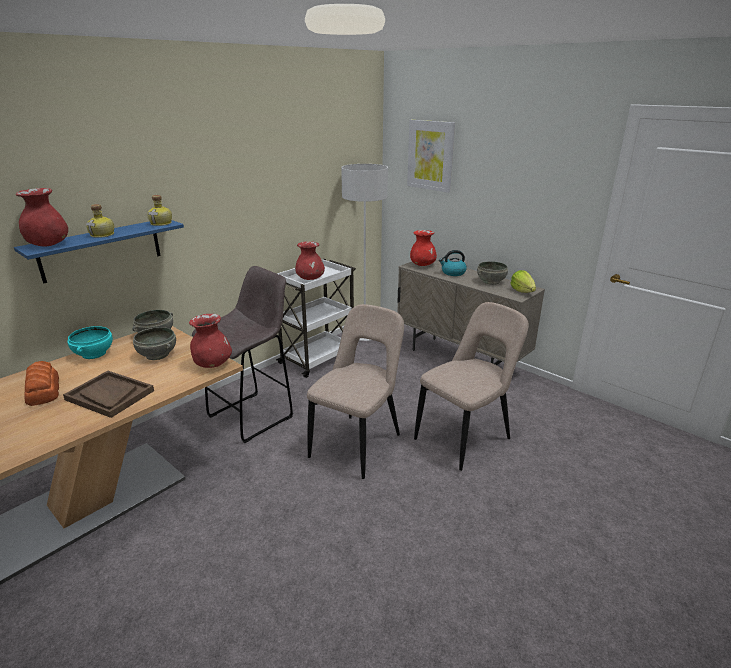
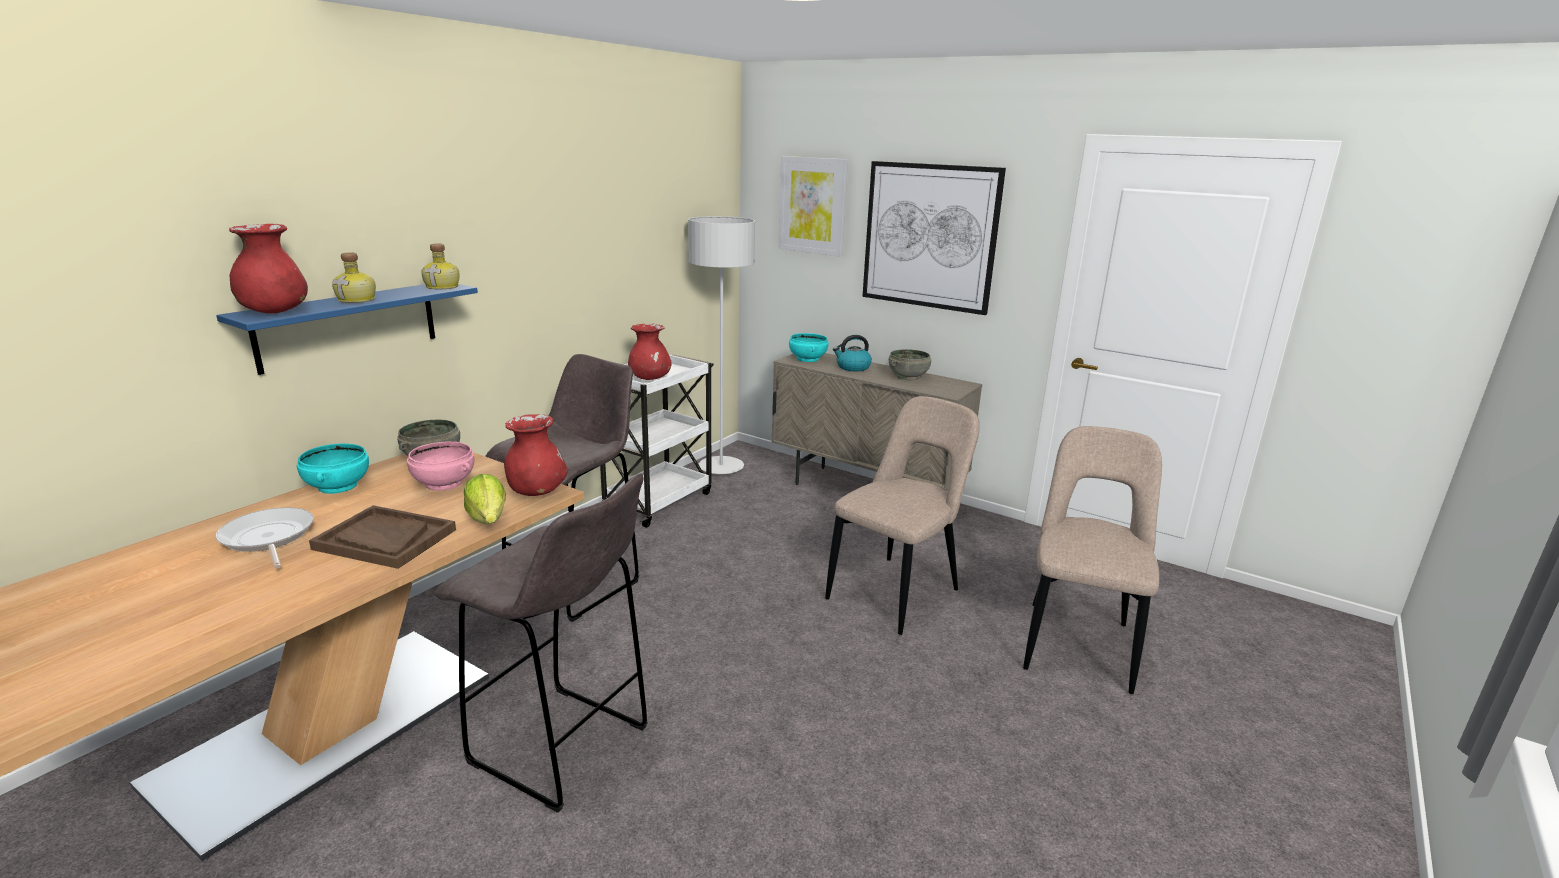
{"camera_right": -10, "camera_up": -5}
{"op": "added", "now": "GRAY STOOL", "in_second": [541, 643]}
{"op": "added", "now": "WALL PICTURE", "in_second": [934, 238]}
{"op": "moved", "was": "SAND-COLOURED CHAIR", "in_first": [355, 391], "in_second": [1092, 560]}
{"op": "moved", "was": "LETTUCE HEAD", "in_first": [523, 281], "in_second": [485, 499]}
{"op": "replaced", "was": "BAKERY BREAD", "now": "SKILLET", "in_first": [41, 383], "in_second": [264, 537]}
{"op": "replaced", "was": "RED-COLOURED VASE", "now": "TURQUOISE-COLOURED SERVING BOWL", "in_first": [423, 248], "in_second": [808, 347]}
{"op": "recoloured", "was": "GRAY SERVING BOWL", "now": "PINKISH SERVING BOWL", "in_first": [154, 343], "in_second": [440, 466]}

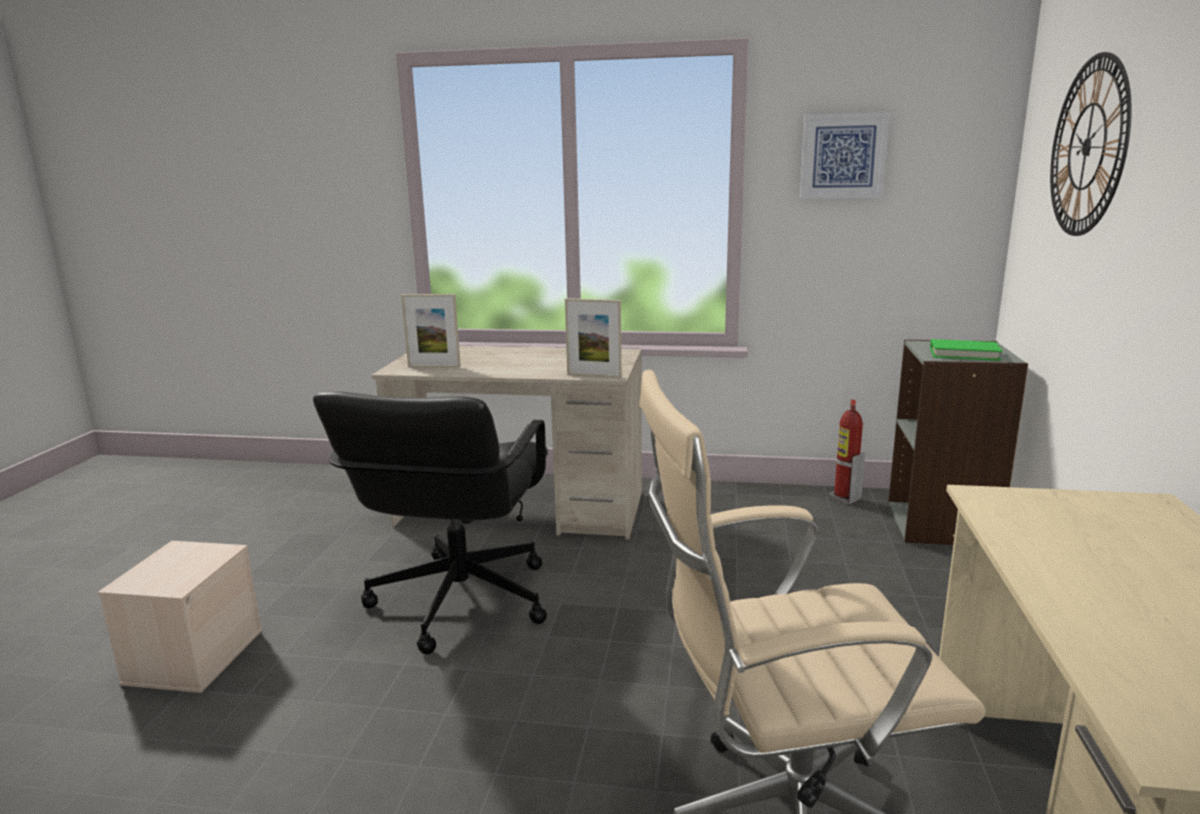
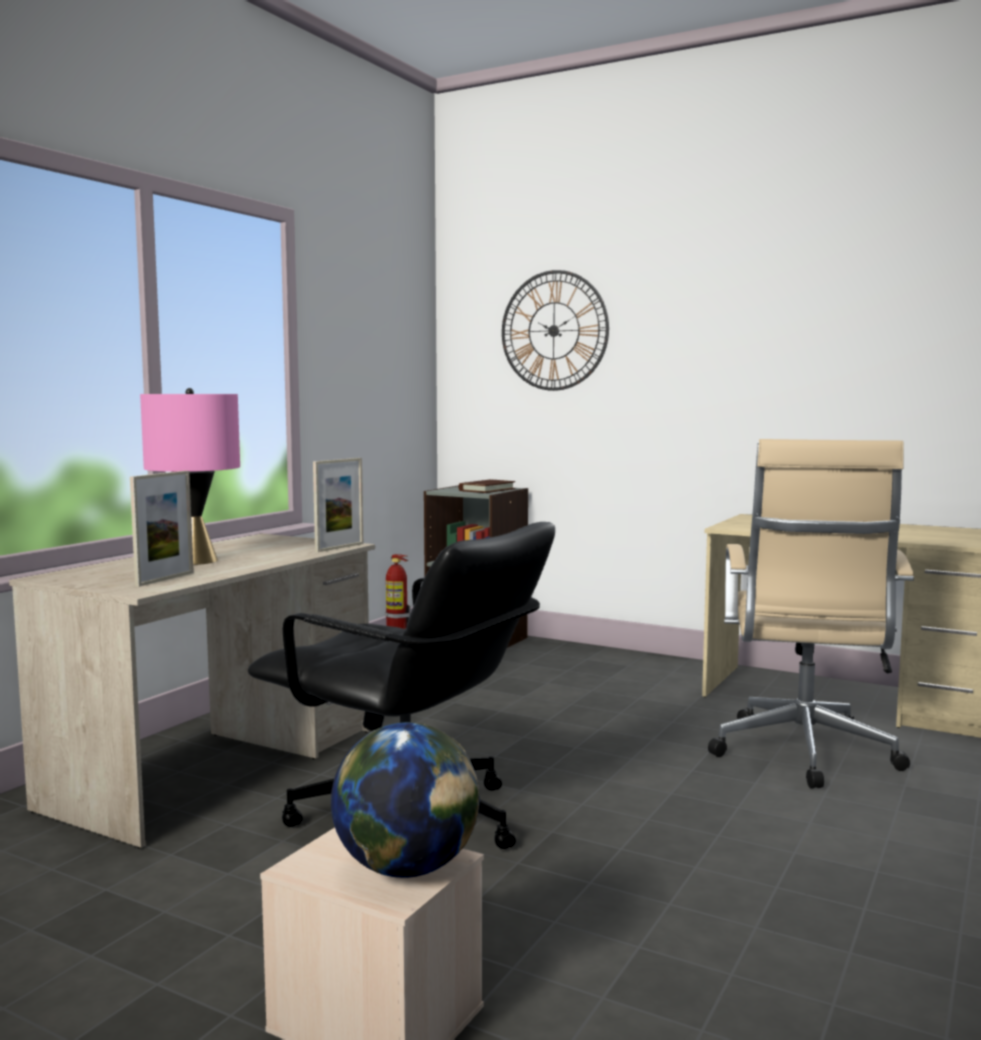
{"camera_right": -70, "camera_up": -10}
{"op": "removed", "was": "WALL PICTURE", "in_first": [845, 155]}
{"op": "added", "now": "PINKISH TABLETOP LAMP", "in_second": [190, 476]}
{"op": "added", "now": "DESK GLOBE", "in_second": [405, 800]}
{"op": "recoloured", "was": "GREEN-COLOURED VOLUME", "now": "BROWNISH VOLUME", "in_first": [966, 350], "in_second": [487, 486]}

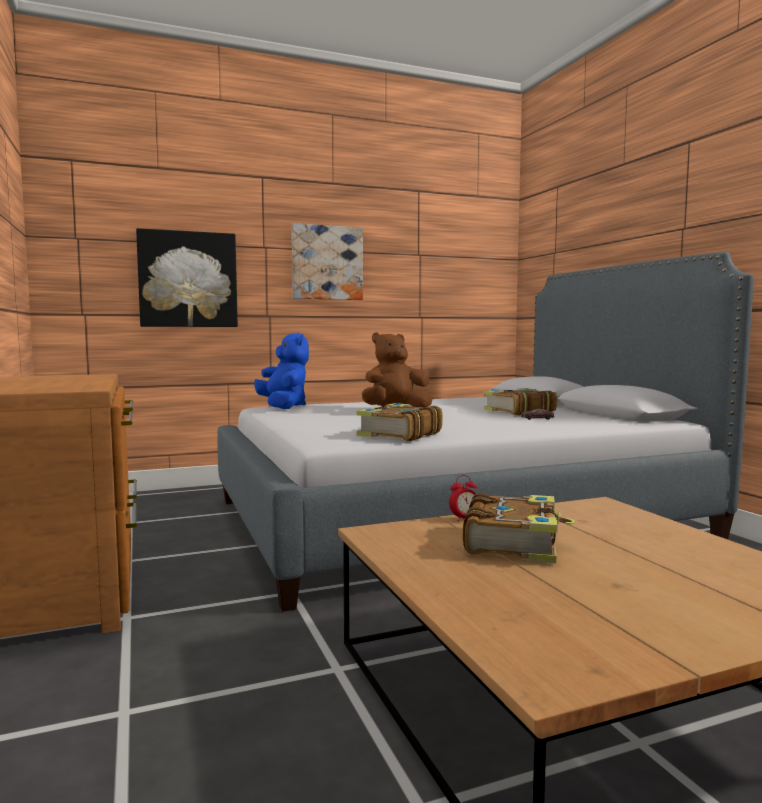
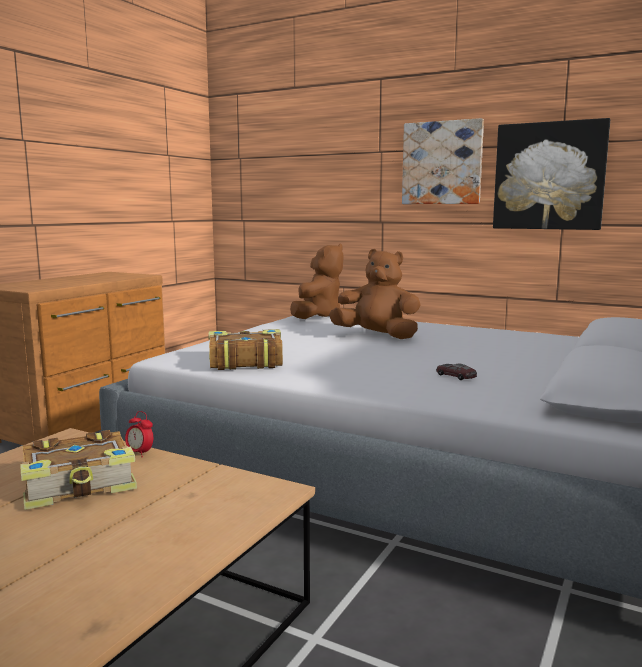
{"camera_right": 50, "camera_up": 5}
{"op": "removed", "was": "VOLUME", "in_first": [520, 402]}
{"op": "moved", "was": "WALL PICTURE", "in_first": [187, 277], "in_second": [551, 174]}
{"op": "recoloured", "was": "BLUISH CUDDLY TOY", "now": "BROWNISH CUDDLY TOY", "in_first": [281, 370], "in_second": [316, 281]}

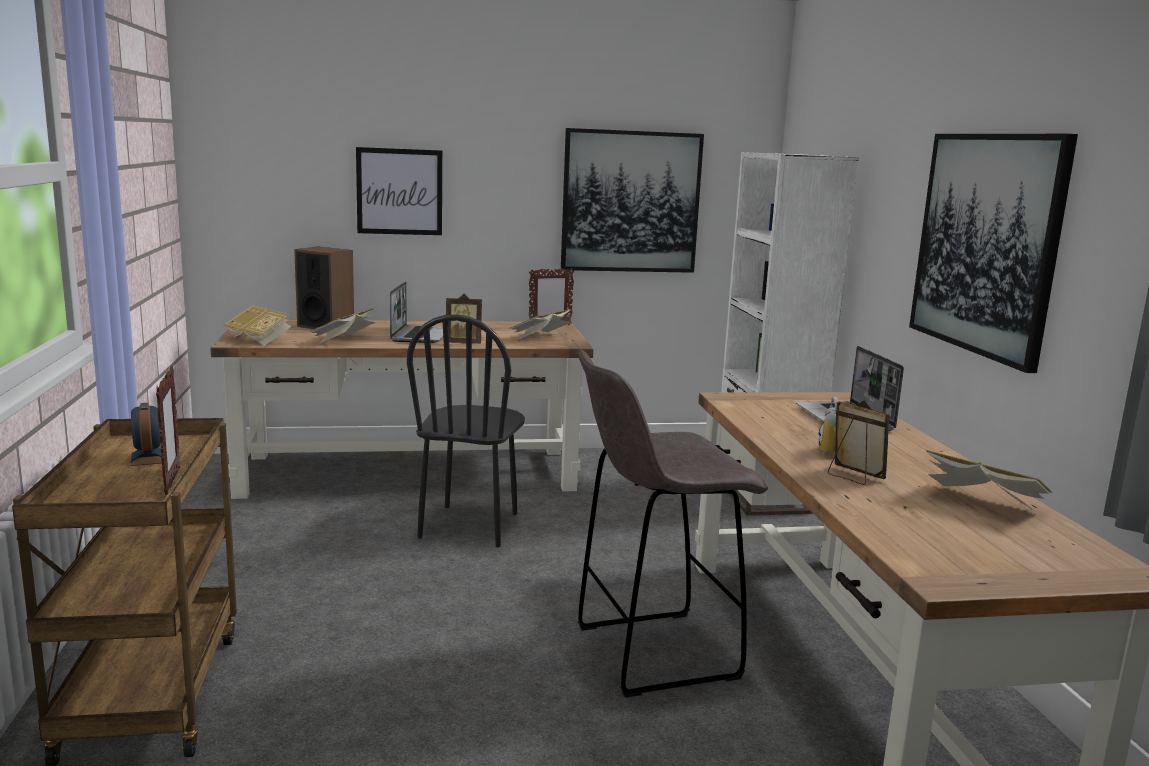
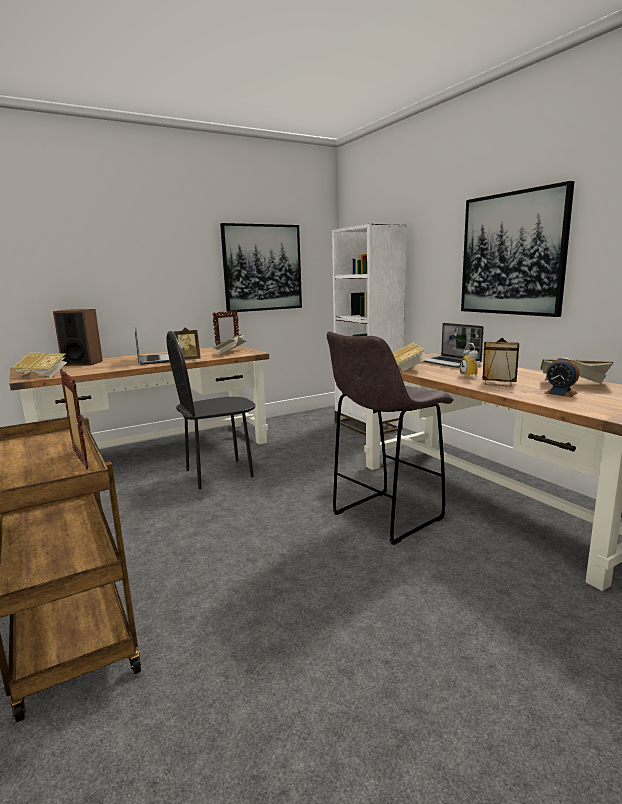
{"camera_right": -20, "camera_up": 0}
{"op": "removed", "was": "WALL PICTURE", "in_first": [399, 191]}
{"op": "moved", "was": "TABLE CLOCK", "in_first": [146, 434], "in_second": [562, 377]}
{"op": "moved", "was": "VOLUME", "in_first": [343, 326], "in_second": [410, 357]}
{"op": "turned", "was": "BLACK-COLOURED CHAIR", "in_first": [466, 430], "in_second": [211, 410], "clockwise": 75}

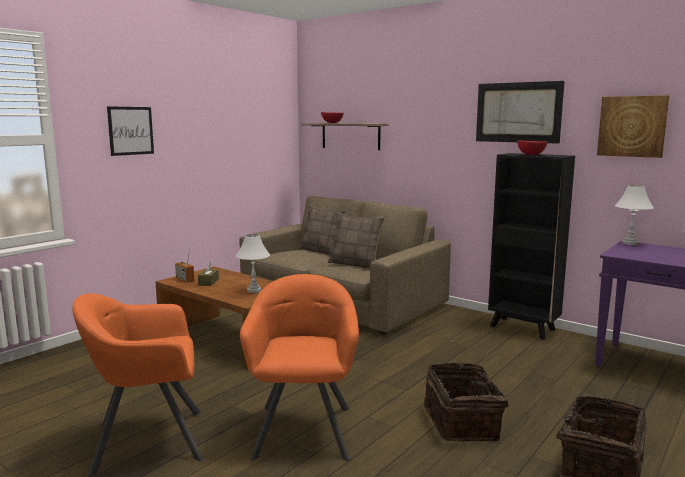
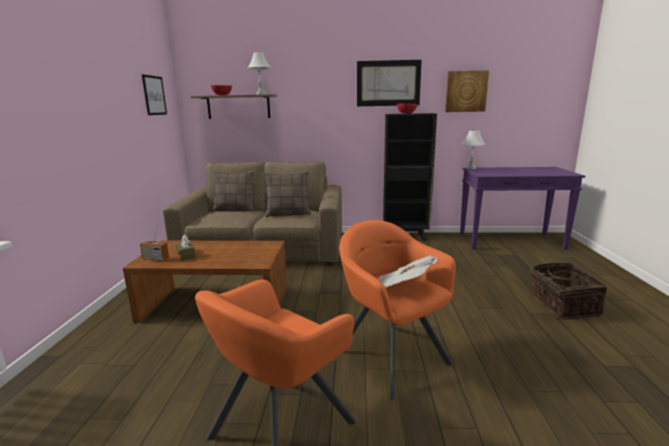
{"camera_right": -35, "camera_up": 5}
{"op": "removed", "was": "HOUSEHOLD BASKET", "in_first": [466, 401]}
{"op": "added", "now": "NEWSPAPER", "in_second": [407, 271]}
{"op": "moved", "was": "WALL PICTURE", "in_first": [130, 131], "in_second": [154, 94]}
{"op": "moved", "was": "WHITISH TABLETOP LAMP", "in_first": [252, 263], "in_second": [259, 73]}

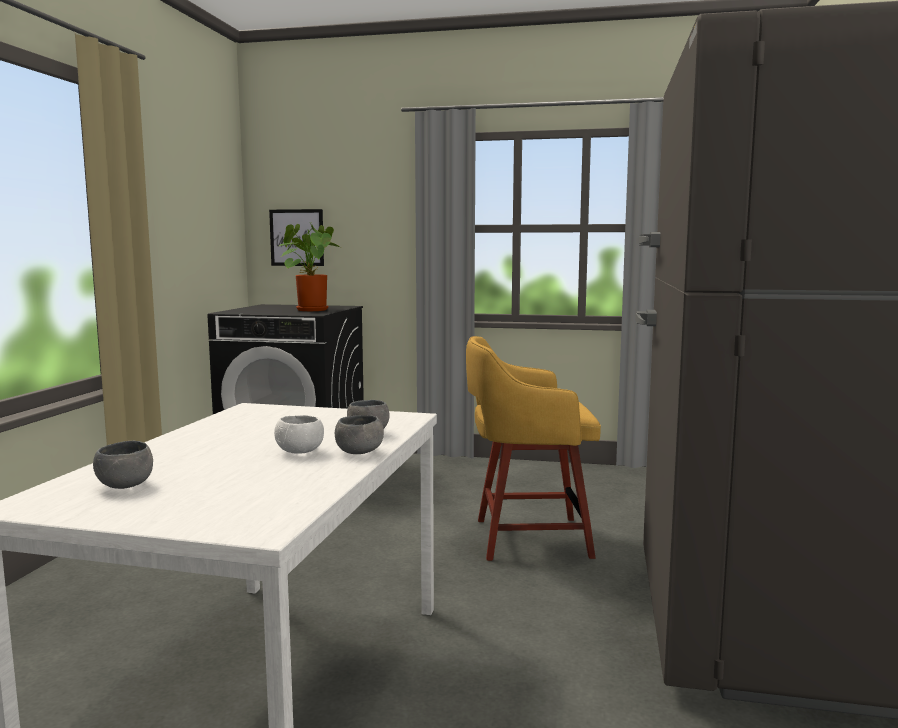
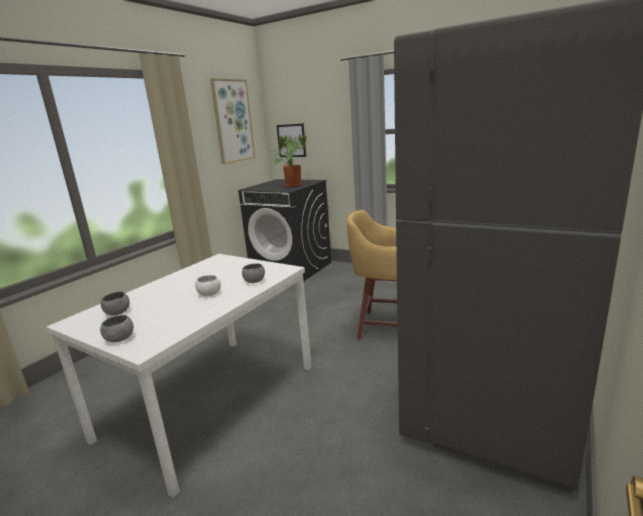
{"camera_right": 20, "camera_up": 10}
{"op": "added", "now": "WALL PICTURE", "in_second": [232, 121]}
{"op": "moved", "was": "GRAY SERVING BOWL", "in_first": [359, 434], "in_second": [117, 328]}

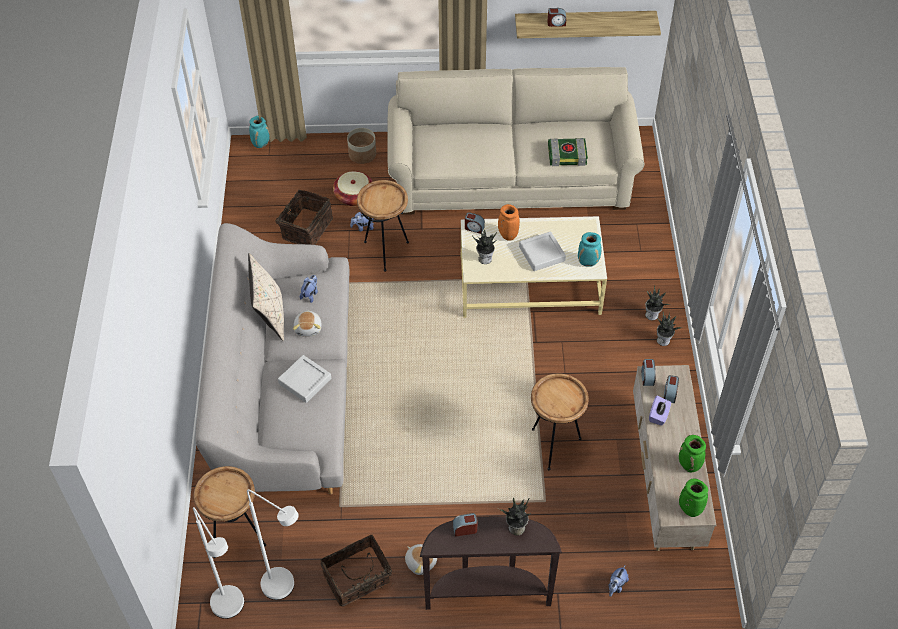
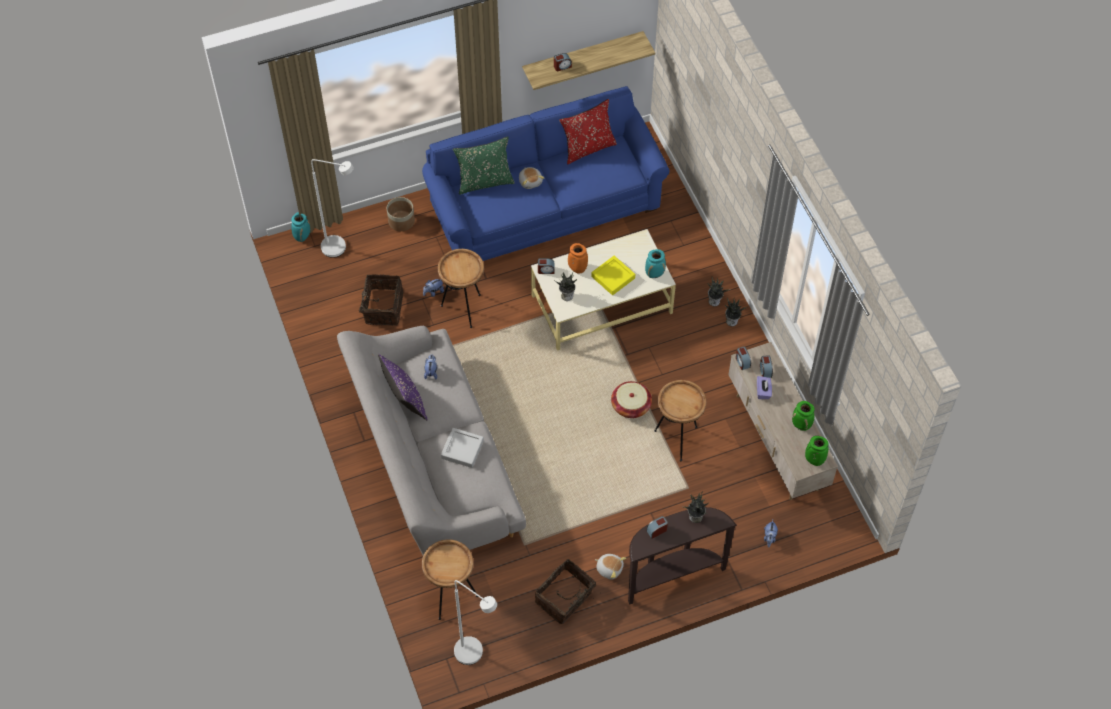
{"camera_right": -20, "camera_up": 5}
{"op": "removed", "was": "VOLUME", "in_first": [568, 152]}
{"op": "added", "now": "GREEN-COLOURED CUSHION", "in_second": [484, 166]}
{"op": "added", "now": "RED-COLOURED CUSHION", "in_second": [588, 131]}
{"op": "moved", "was": "WHITISH STANDING LAMP", "in_first": [273, 544], "in_second": [332, 208]}
{"op": "moved", "was": "CUDDLY TOY", "in_first": [307, 323], "in_second": [531, 178]}
{"op": "moved", "was": "HOUSEHOLD BASKET", "in_first": [353, 188], "in_second": [631, 399]}
{"op": "recoloured", "was": "SAND-COLOURED CUSHION", "now": "PURPLE CUSHION", "in_first": [266, 297], "in_second": [403, 387]}
{"op": "recoloured", "was": "SAND-COLOURED SETTEE", "now": "BLUISH SETTEE", "in_first": [515, 141], "in_second": [546, 173]}
{"op": "recoloured", "was": "GRAY TRAY", "now": "YELLOW TRAY", "in_first": [542, 251], "in_second": [613, 275]}

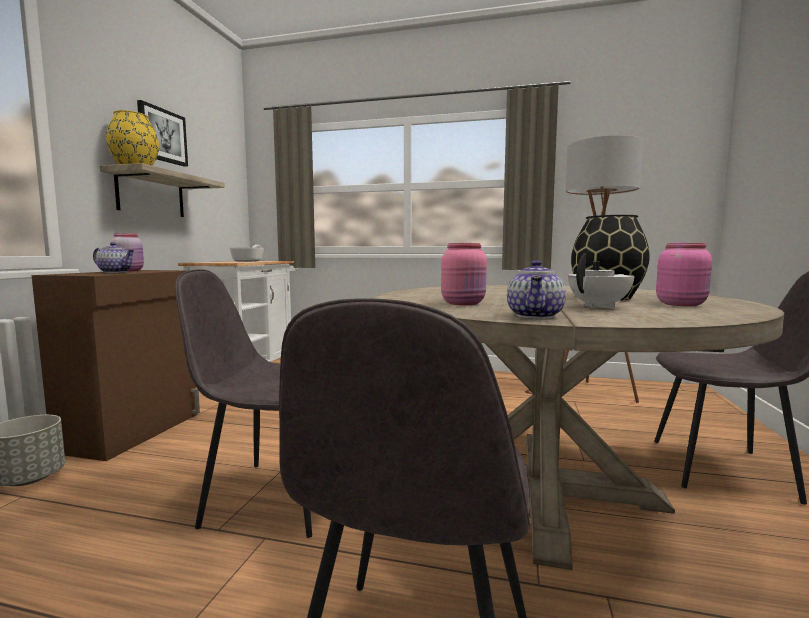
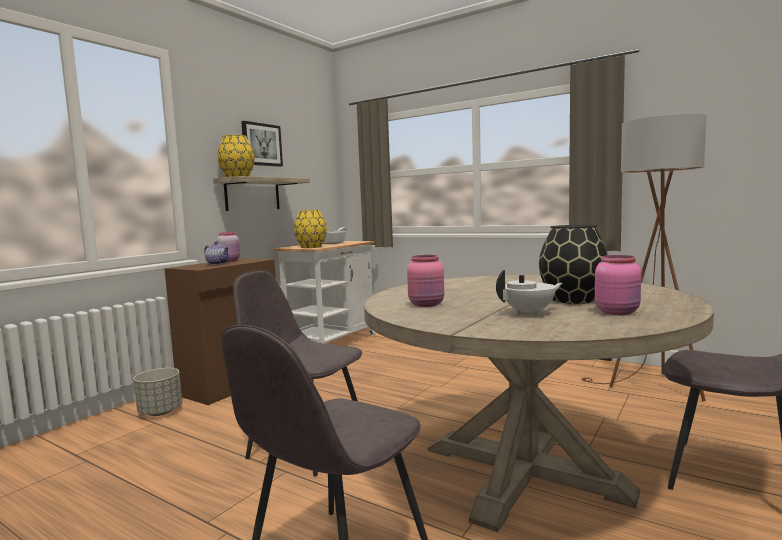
{"camera_right": 20, "camera_up": 0}
{"op": "removed", "was": "TEA POT", "in_first": [536, 289]}
{"op": "added", "now": "YELLOW VASE", "in_second": [310, 229]}

